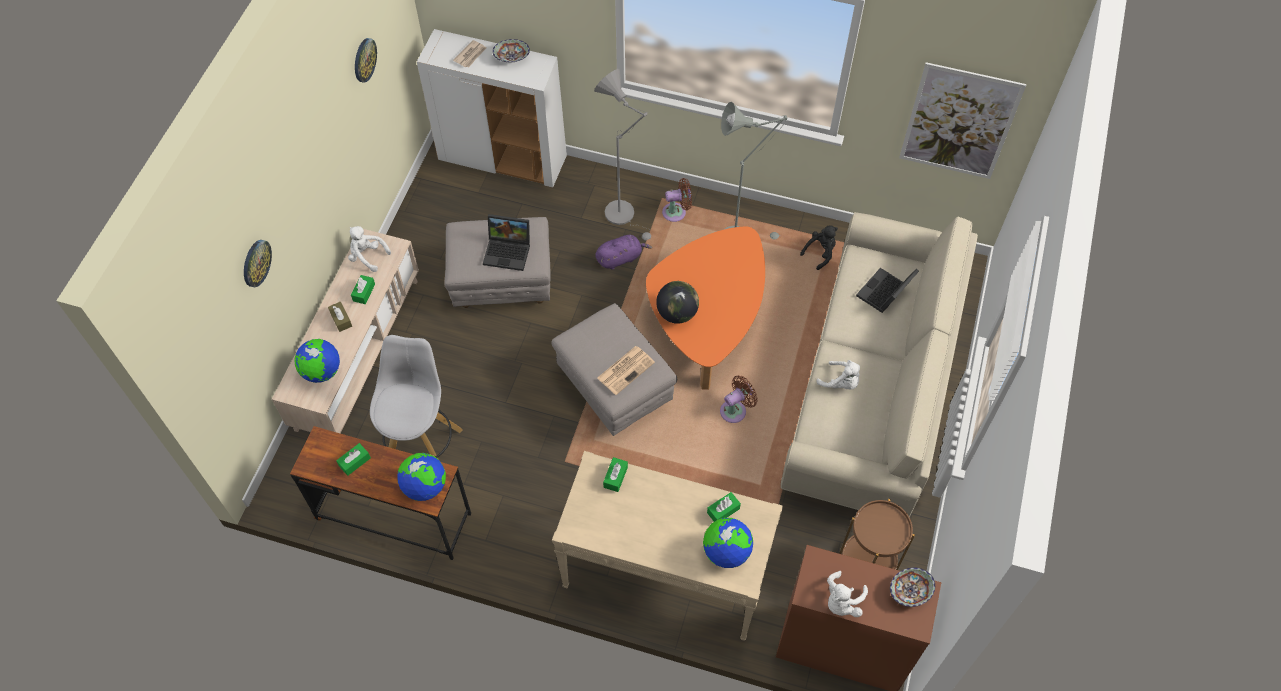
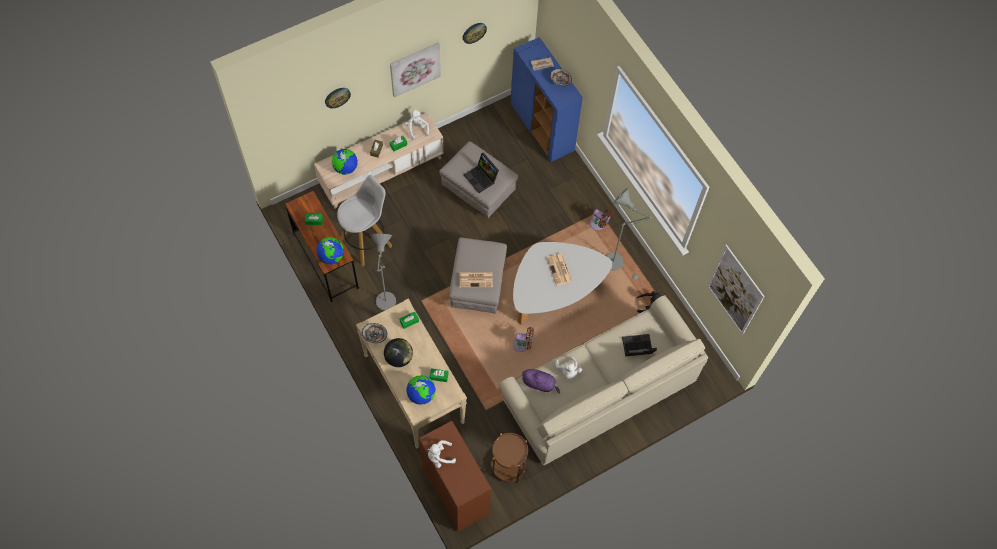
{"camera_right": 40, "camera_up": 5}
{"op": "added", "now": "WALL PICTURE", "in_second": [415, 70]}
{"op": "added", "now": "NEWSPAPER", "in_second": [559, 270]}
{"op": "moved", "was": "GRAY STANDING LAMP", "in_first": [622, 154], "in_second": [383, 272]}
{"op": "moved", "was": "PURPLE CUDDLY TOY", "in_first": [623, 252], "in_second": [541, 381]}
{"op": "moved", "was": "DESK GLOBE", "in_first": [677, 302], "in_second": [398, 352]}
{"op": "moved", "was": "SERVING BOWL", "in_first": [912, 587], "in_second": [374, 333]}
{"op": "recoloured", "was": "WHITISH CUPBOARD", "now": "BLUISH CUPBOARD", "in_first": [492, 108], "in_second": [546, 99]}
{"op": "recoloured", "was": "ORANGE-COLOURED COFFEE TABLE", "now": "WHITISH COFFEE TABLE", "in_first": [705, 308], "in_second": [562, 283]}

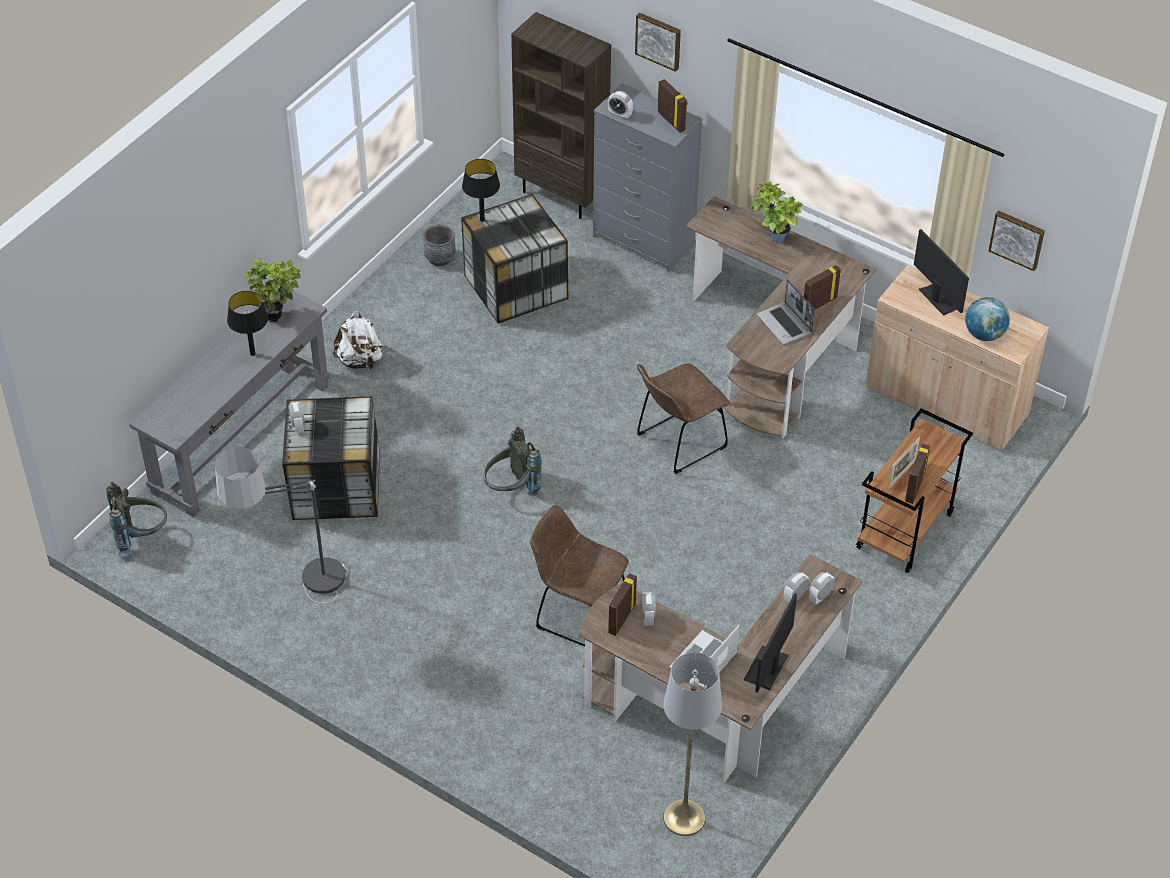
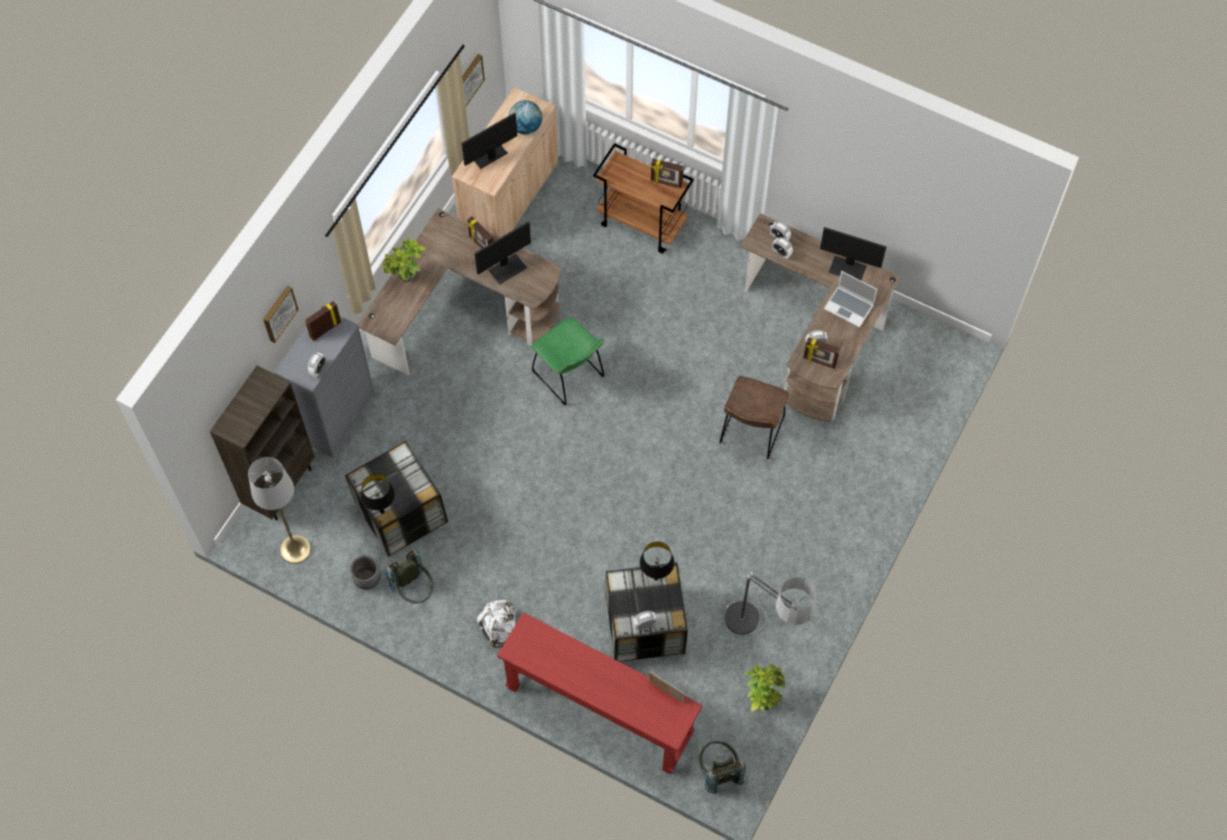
{"camera_right": -95, "camera_up": 15}
{"op": "moved", "was": "BLACK-COLOURED TABLETOP LAMP", "in_first": [247, 323], "in_second": [657, 561]}
{"op": "moved", "was": "HOUSEPLANT", "in_first": [272, 290], "in_second": [764, 688]}
{"op": "moved", "was": "GRAY RUCKSACK", "in_first": [512, 461], "in_second": [409, 576]}
{"op": "moved", "was": "GRAY STANDING LAMP", "in_first": [692, 744], "in_second": [279, 510]}
{"op": "moved", "was": "PICTURE FRAME", "in_first": [904, 462], "in_second": [666, 687]}
{"op": "replaced", "was": "NOTEBOOK COMPUTER", "now": "MONITOR", "in_first": [786, 312], "in_second": [502, 253]}
{"op": "recoloured", "was": "GRAY CONSOLE TABLE", "now": "RED-COLOURED CONSOLE TABLE", "in_first": [229, 404], "in_second": [600, 693]}
{"op": "recoloured", "was": "BROWNISH CHAIR", "now": "GREEN-COLOURED CHAIR", "in_first": [683, 418], "in_second": [567, 361]}

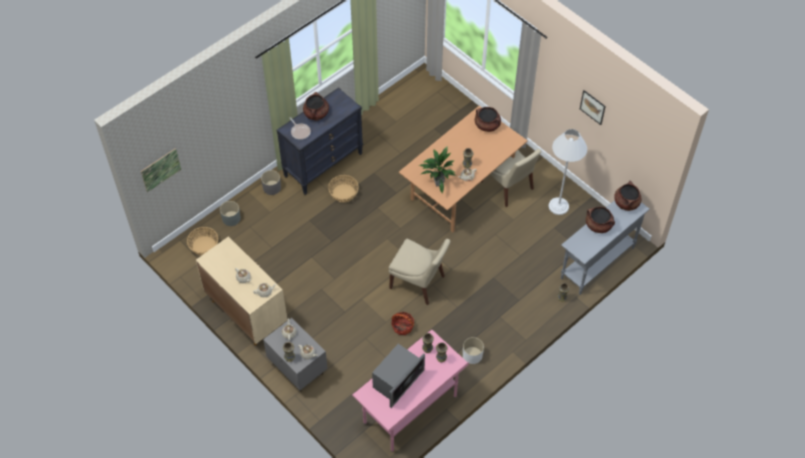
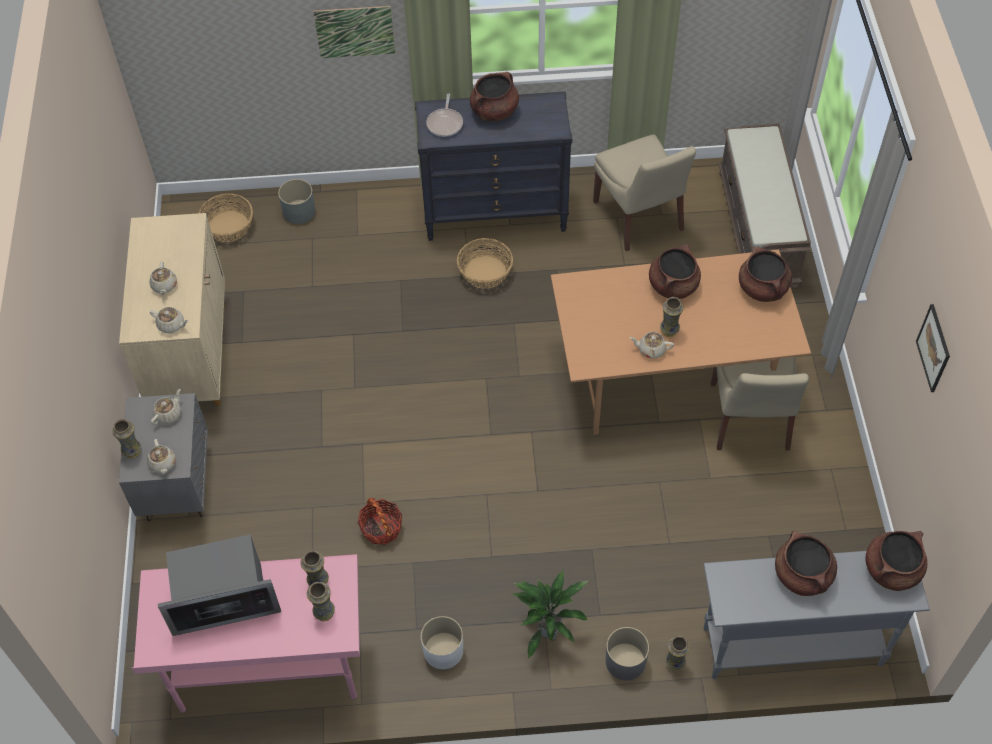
{"camera_right": 40, "camera_up": 0}
{"op": "removed", "was": "WHITISH STANDING LAMP", "in_first": [567, 172]}
{"op": "added", "now": "BROWNISH STOCKPOT", "in_second": [675, 271]}
{"op": "added", "now": "BROWNISH LONG SEAT", "in_second": [764, 206]}
{"op": "moved", "was": "WALL PICTURE", "in_first": [161, 170], "in_second": [354, 32]}
{"op": "moved", "was": "GRAY FLOWER POT", "in_first": [271, 182], "in_second": [627, 653]}
{"op": "moved", "was": "SAND-COLOURED CHAIR", "in_first": [419, 272], "in_second": [644, 192]}
{"op": "moved", "was": "HOUSEPLANT", "in_first": [437, 170], "in_second": [550, 614]}

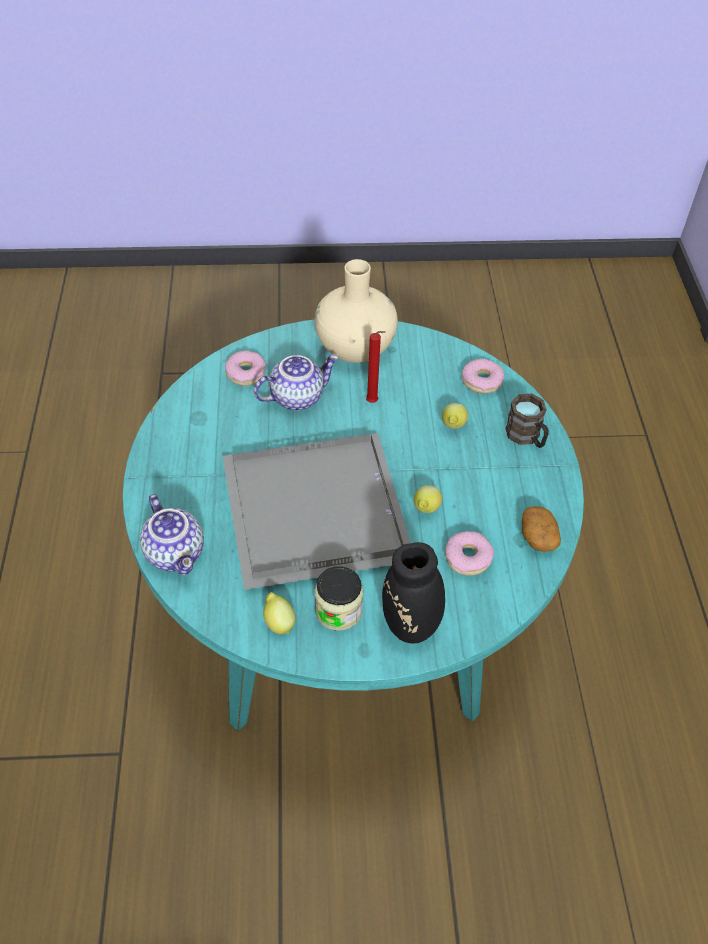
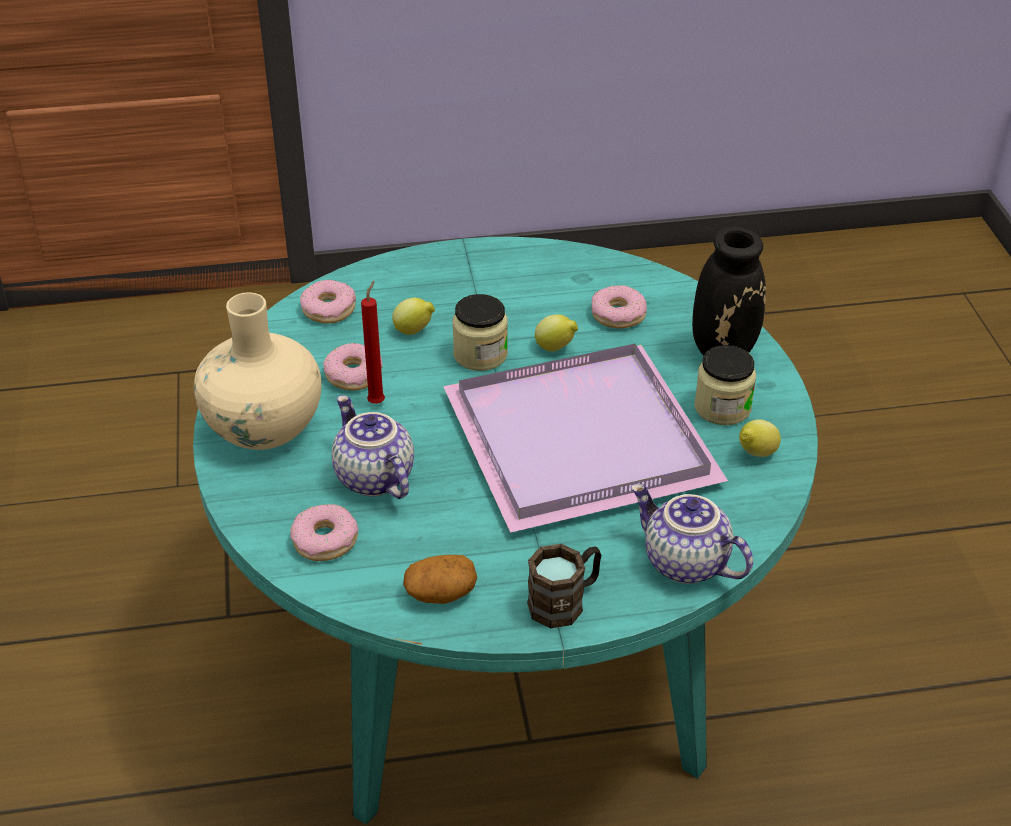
{"camera_right": -95, "camera_up": -10}
{"op": "added", "now": "DONUT", "in_second": [353, 367]}
{"op": "added", "now": "JAR", "in_second": [480, 332]}
{"op": "moved", "was": "BROWNISH TEA MUG", "in_first": [527, 421], "in_second": [564, 586]}
{"op": "moved", "was": "POTATO", "in_first": [541, 529], "in_second": [440, 579]}
{"op": "recoloured", "was": "GRAY TRAY", "now": "PURPLE TRAY", "in_first": [317, 511], "in_second": [585, 438]}
{"op": "turned", "was": "TEA POT", "in_first": [172, 534], "in_second": [692, 533], "clockwise": -105}

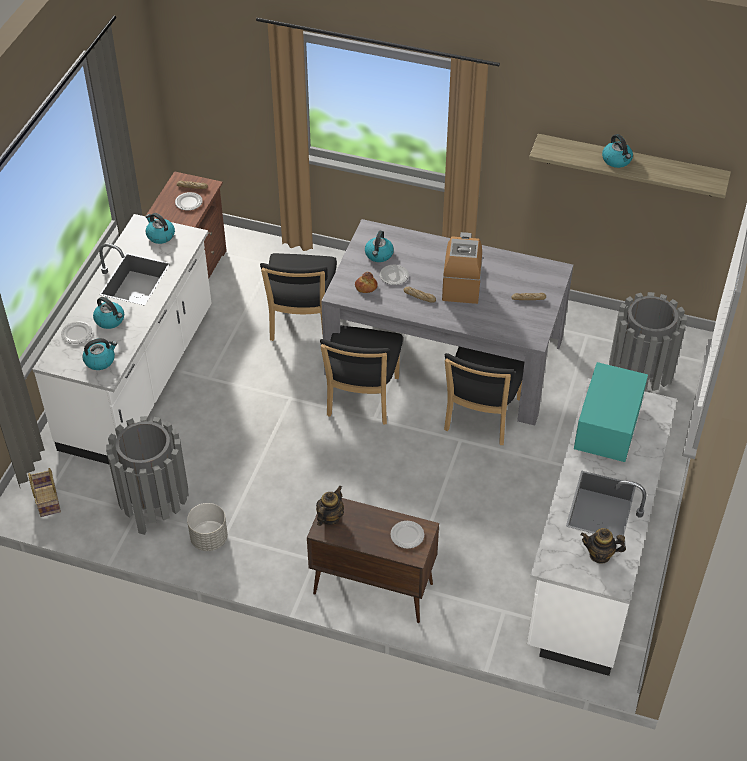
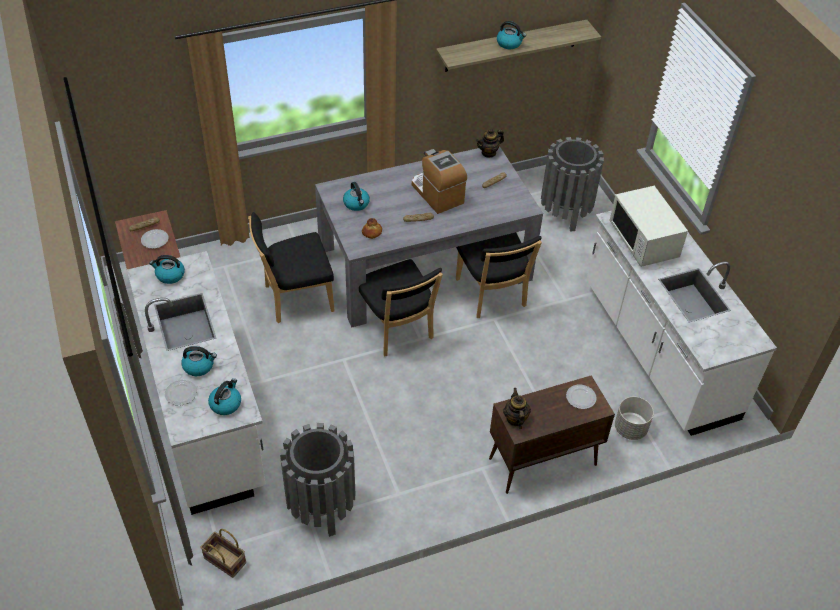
{"camera_right": -40, "camera_up": 0}
{"op": "removed", "was": "DINNER PLATE", "in_first": [394, 274]}
{"op": "moved", "was": "GRAY FLOWER POT", "in_first": [207, 527], "in_second": [634, 418]}
{"op": "moved", "was": "TEA POT", "in_first": [603, 546], "in_second": [490, 143]}
{"op": "recoloured", "was": "TURQUOISE-COLOURED MICROWAVE", "now": "WHITISH MICROWAVE", "in_first": [611, 412], "in_second": [648, 226]}
{"op": "turned", "was": "BLACK-COLOURED CHAIR", "in_first": [298, 297], "in_second": [291, 267], "clockwise": 105}

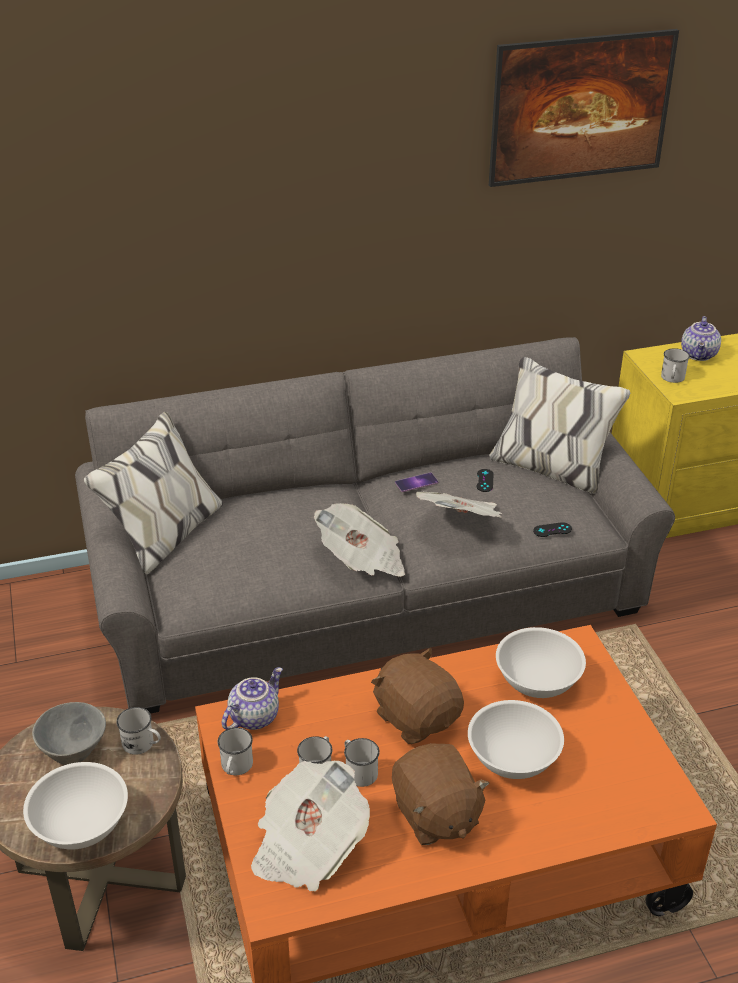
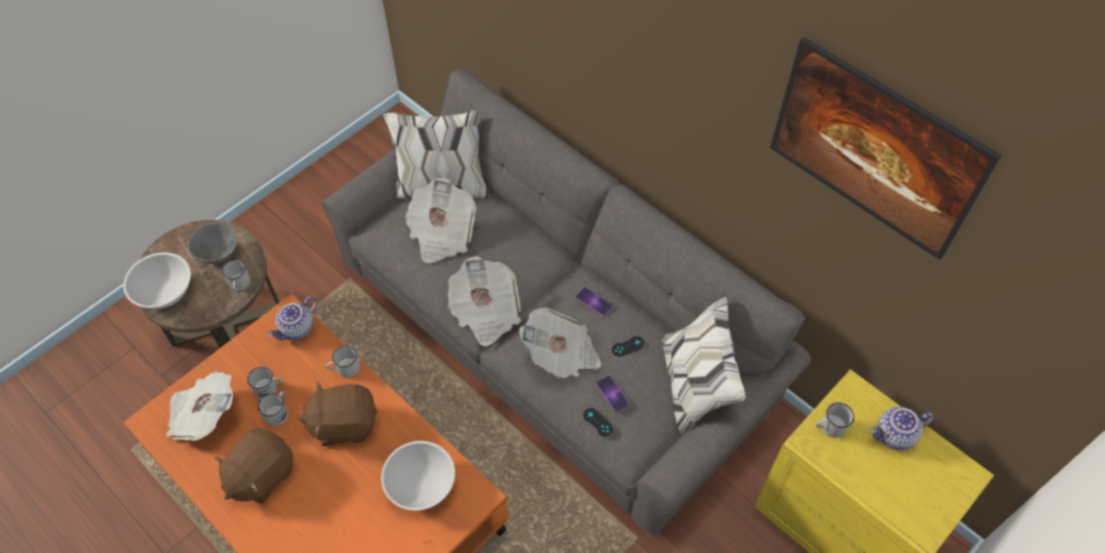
{"camera_right": 60, "camera_up": 20}
{"op": "removed", "was": "WHITISH SERVING BOWL", "in_first": [516, 739]}
{"op": "added", "now": "NEWSPAPER", "in_second": [440, 220]}
{"op": "added", "now": "TELEPHONE", "in_second": [613, 394]}
{"op": "moved", "was": "WHITISH TEA MUG", "in_first": [235, 751], "in_second": [343, 362]}
{"op": "turned", "was": "TEA POT", "in_first": [252, 698], "in_second": [292, 318], "clockwise": 120}
{"op": "turned", "was": "BROWNISH CUDDLY TOY", "in_first": [417, 696], "in_second": [338, 414], "clockwise": -120}

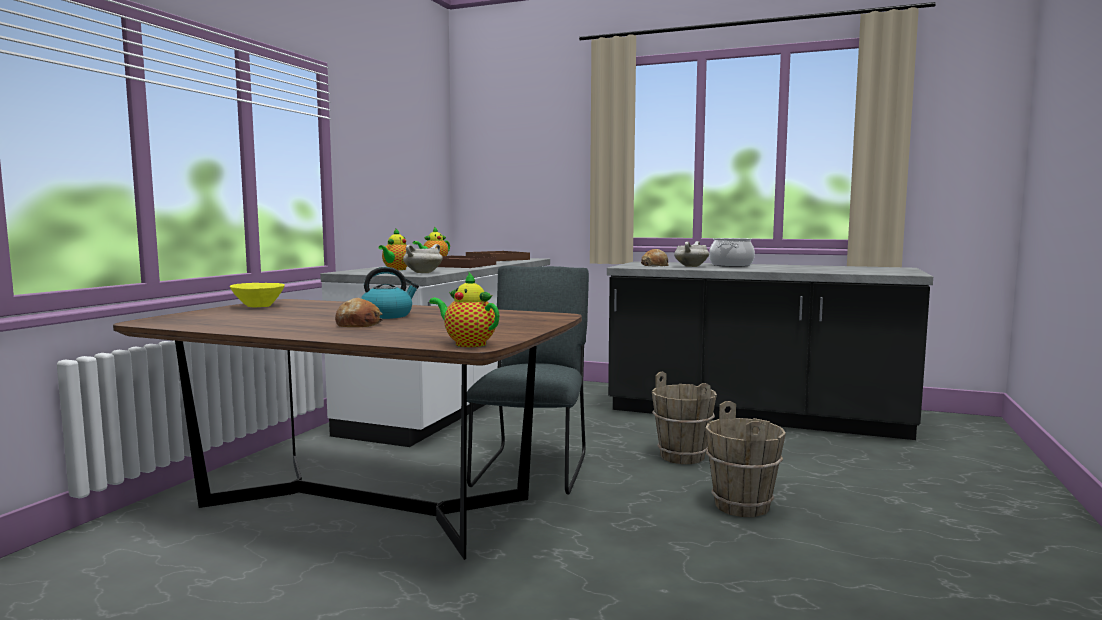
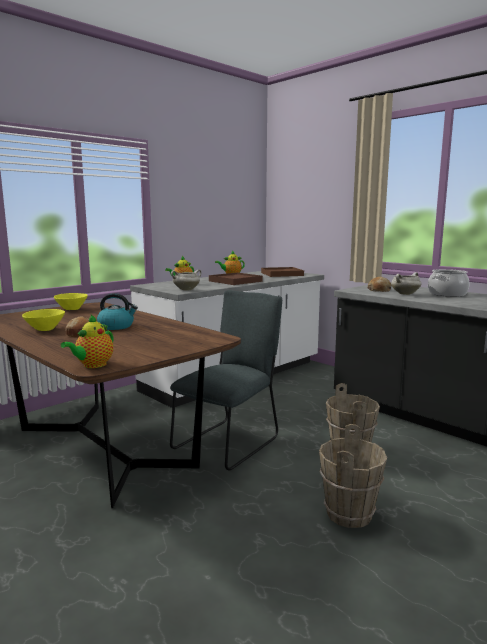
{"camera_right": 25, "camera_up": 5}
{"op": "added", "now": "YELLOW SERVING BOWL", "in_second": [43, 320]}
{"op": "turned", "was": "TEA POT", "in_first": [464, 310], "in_second": [87, 341], "clockwise": -120}

